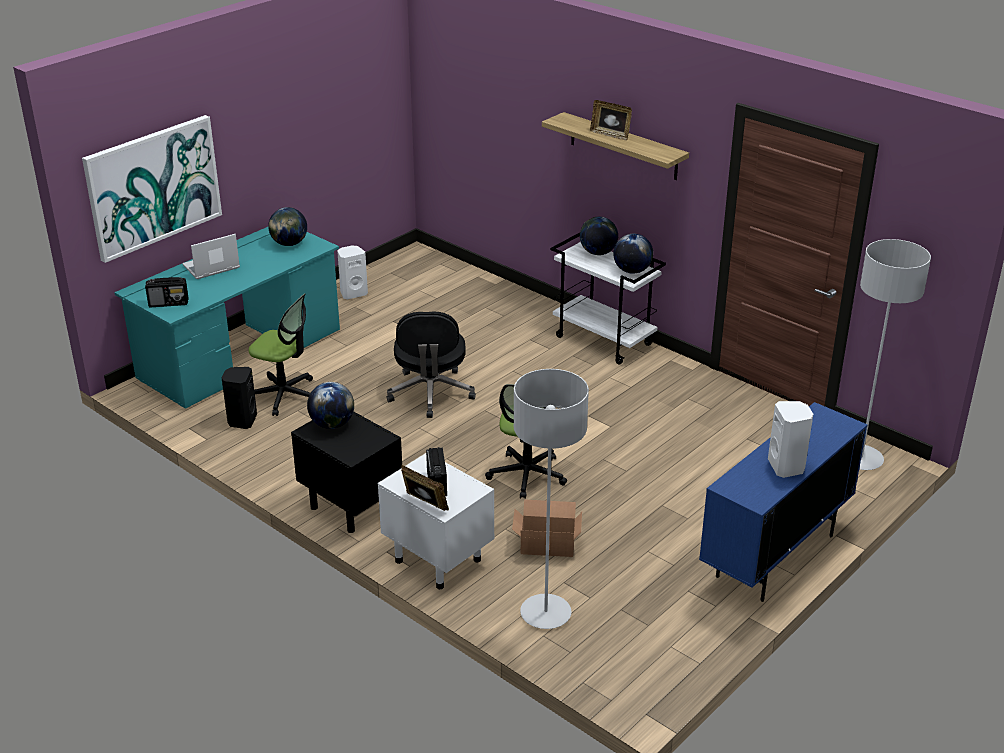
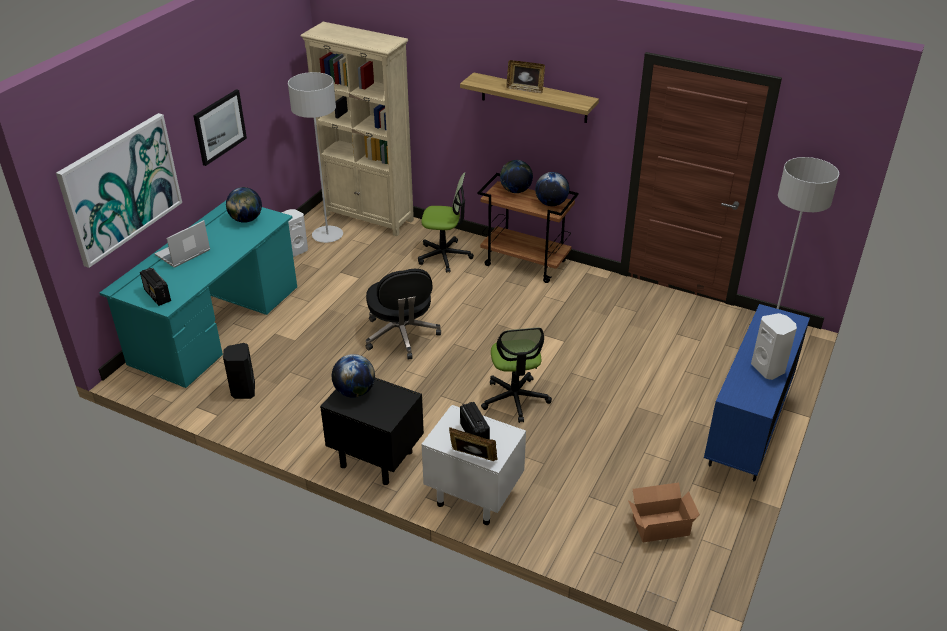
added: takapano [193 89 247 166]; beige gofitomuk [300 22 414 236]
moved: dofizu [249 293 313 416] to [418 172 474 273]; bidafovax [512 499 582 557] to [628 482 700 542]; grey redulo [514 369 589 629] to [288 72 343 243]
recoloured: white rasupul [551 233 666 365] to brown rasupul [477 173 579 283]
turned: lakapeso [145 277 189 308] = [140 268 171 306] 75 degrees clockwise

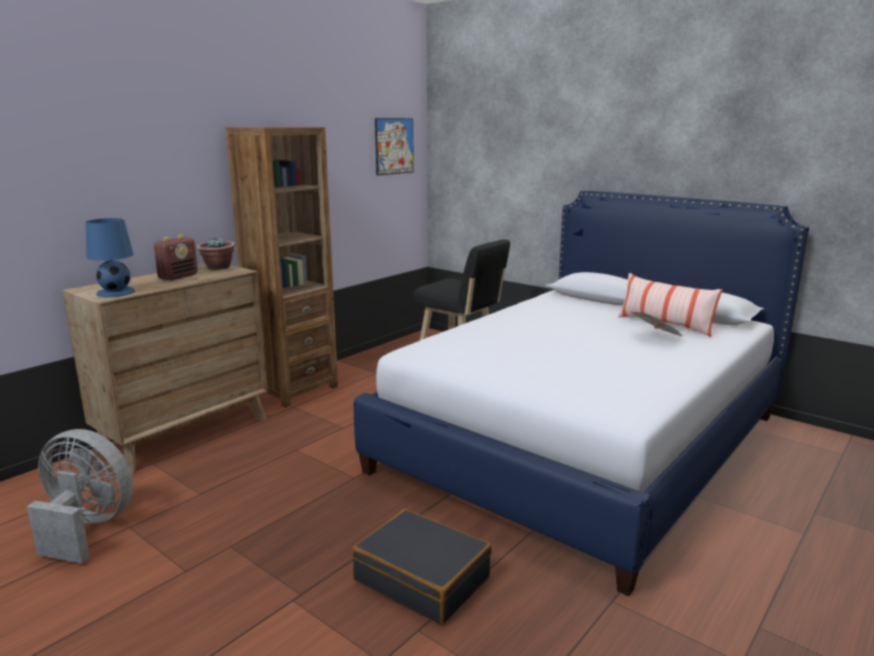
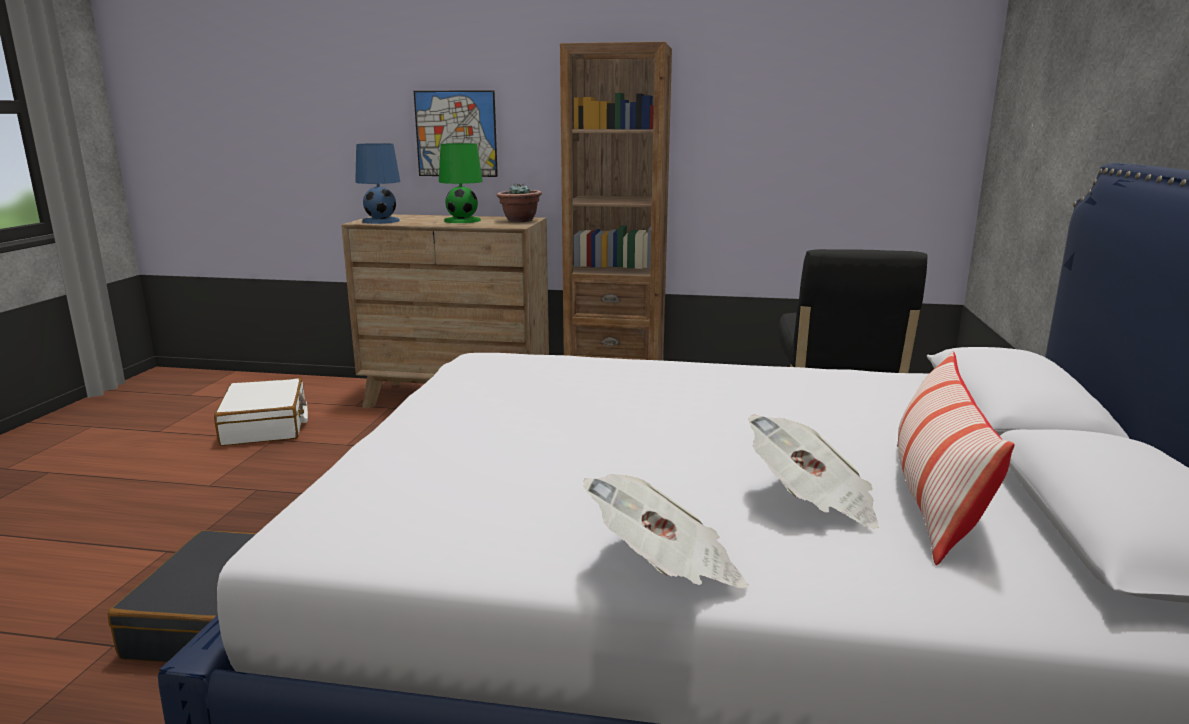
added: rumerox [583 474 749 588]
moved: takapano [375 118 414 176] to [414 90 498 177]
replaced: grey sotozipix [27 429 133 564] to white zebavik [214 378 308 446]; lakapeso [154 235 198 280] to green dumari [439 143 483 223]

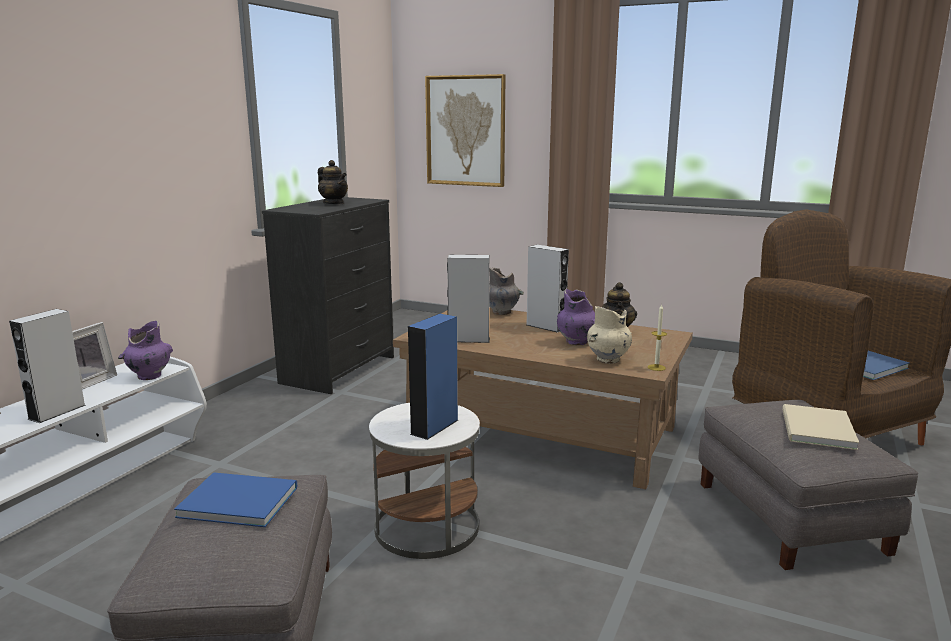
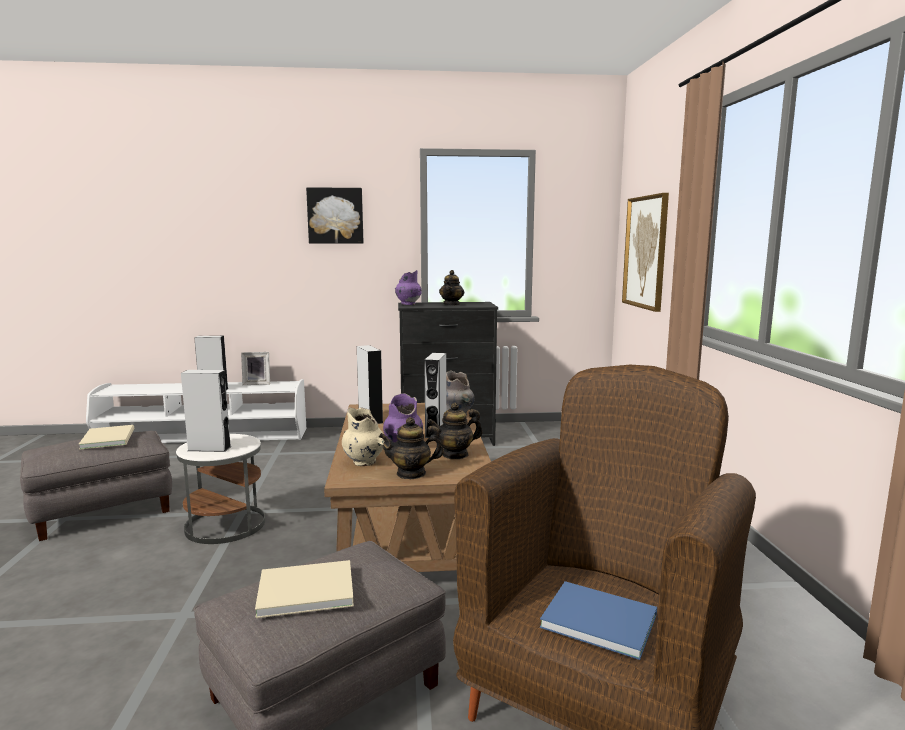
removed: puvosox [648 304 667 371]
added: takapano [306 187 363 243]; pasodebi [379 417 444 479]
moved: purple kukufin [118 321 173 380] to [395 270 422 305]
recoloured: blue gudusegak [174 472 297 527] to beige gudusegak [78 425 134 450]; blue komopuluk [408 314 458 440] to grey komopuluk [181 370 231 452]

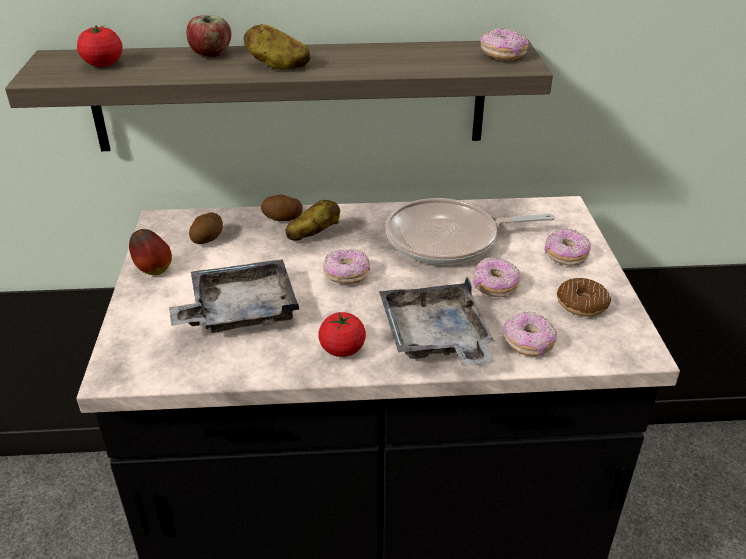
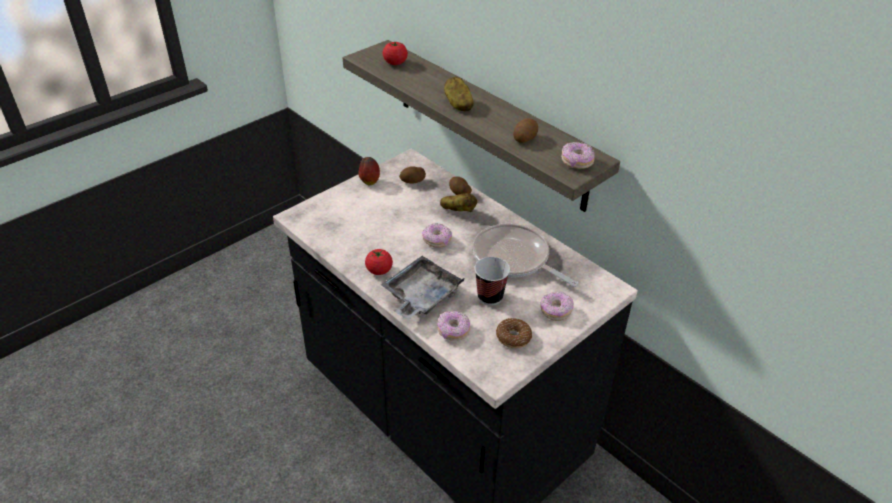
removed: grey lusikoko [169 259 299 333]; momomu [187 15 231 57]
added: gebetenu [513 118 538 143]
replaced: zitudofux [473 257 520 297] to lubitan [475 257 510 305]

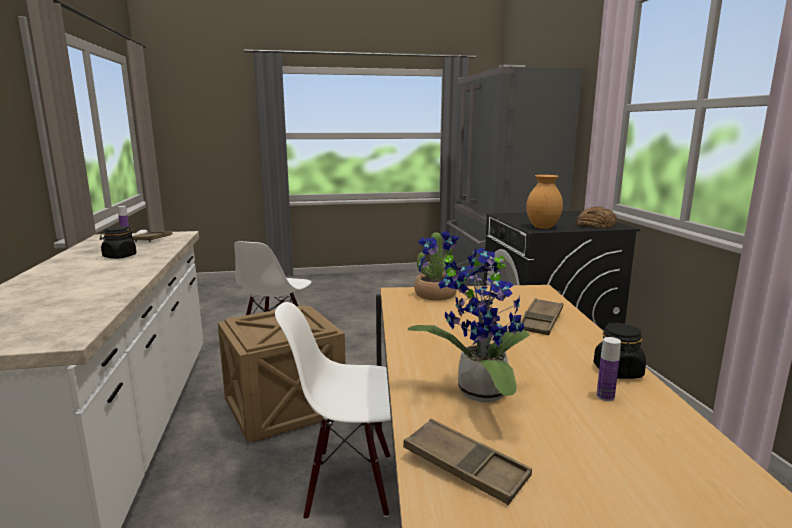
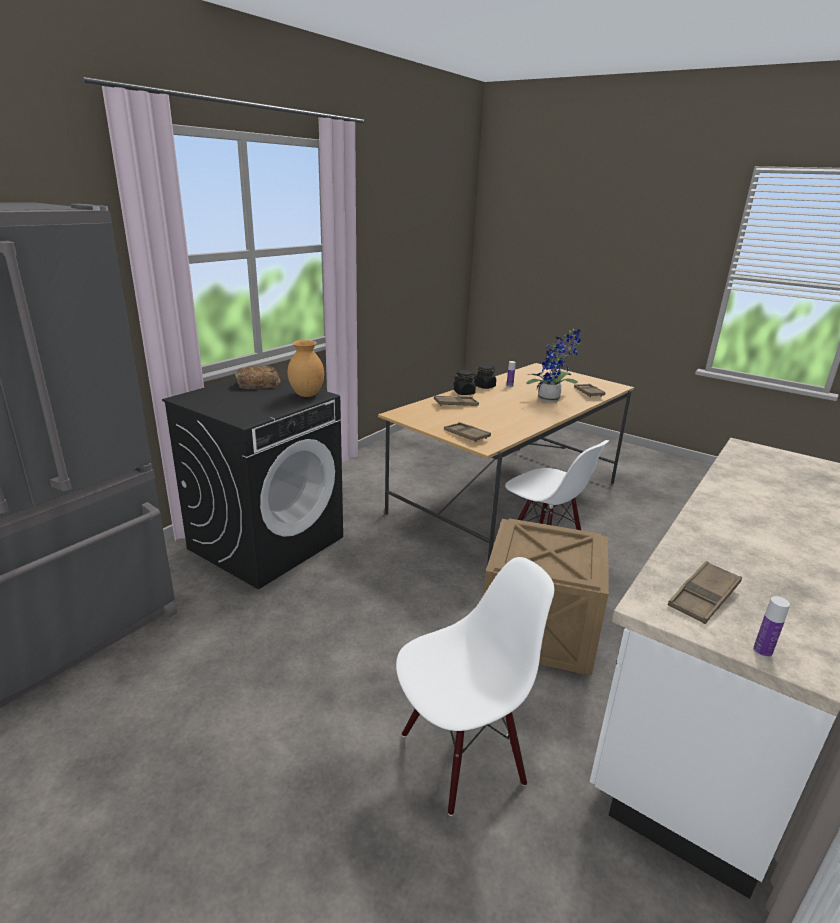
moved: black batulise [100 226 137 259] to [453 370 477 395]
replaced: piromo [414 233 457 301] to brown lusikoko [444 422 491 442]

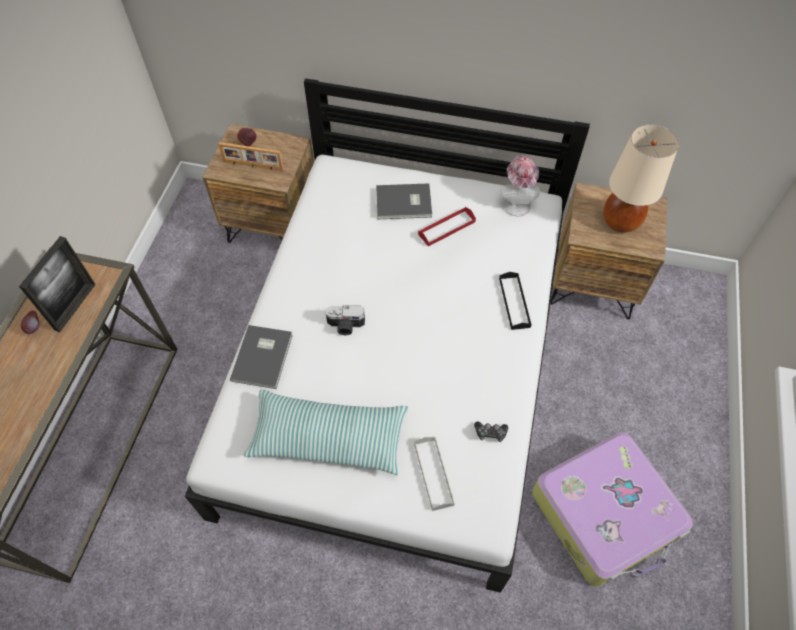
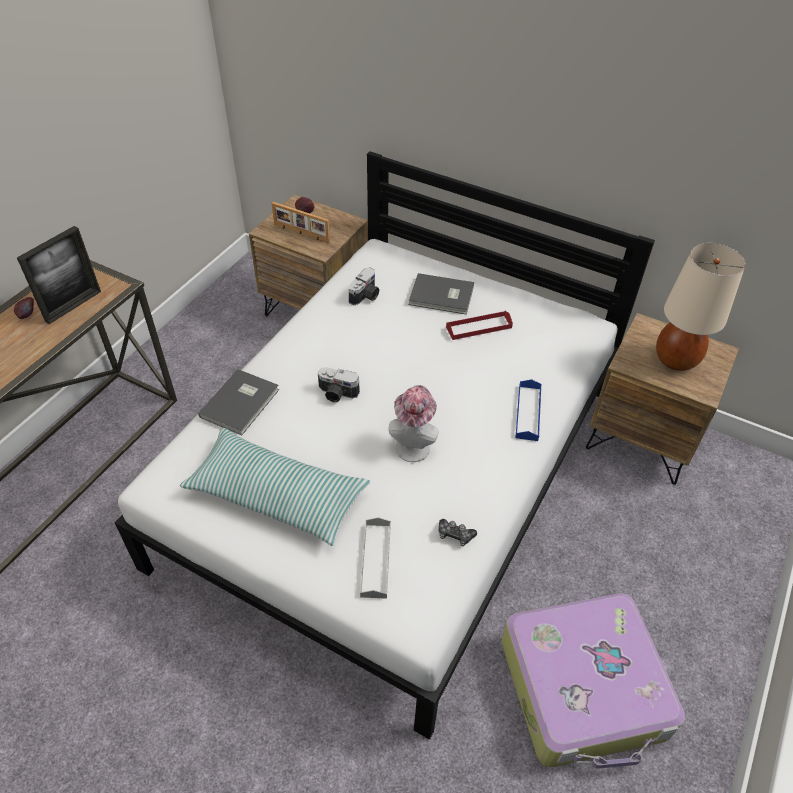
added: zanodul [349 267 380 305]
moved: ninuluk [501 155 540 217] to [388 385 439 462]
recoloured: black lusikoko [499 272 532 330] to blue lusikoko [515 379 542 441]

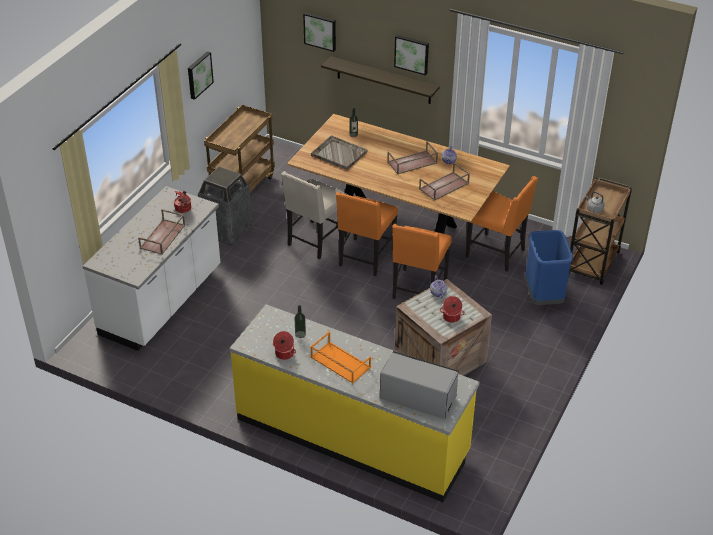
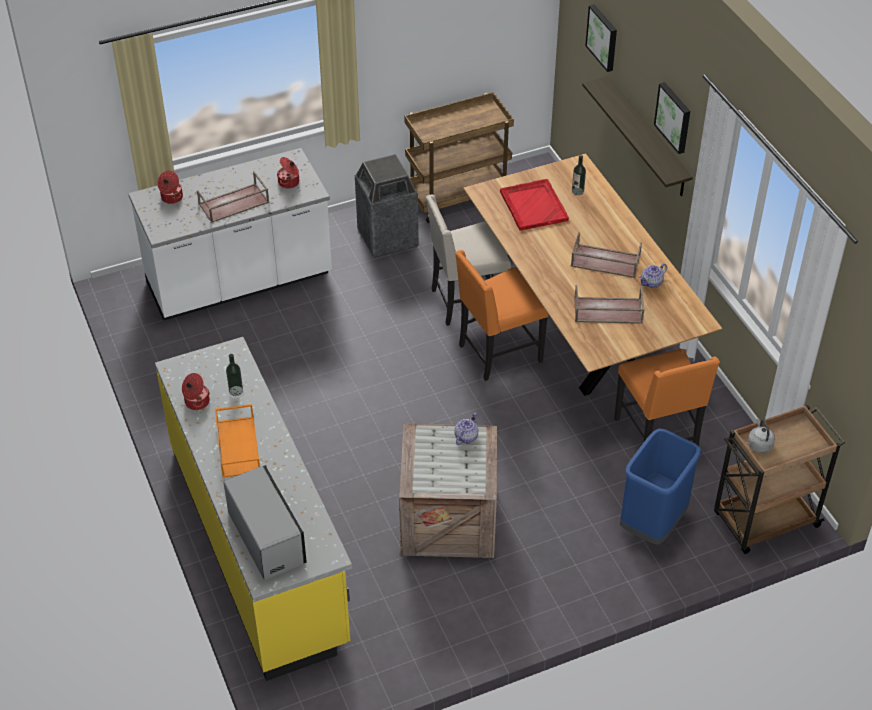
removed: takapano [188 51 214 100]; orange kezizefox [392 224 452 299]
moved: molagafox [440 296 465 323] to [157 171 183 204]
recoloured: grey lusikoko [311 135 367 170] to red lusikoko [500 179 569 231]

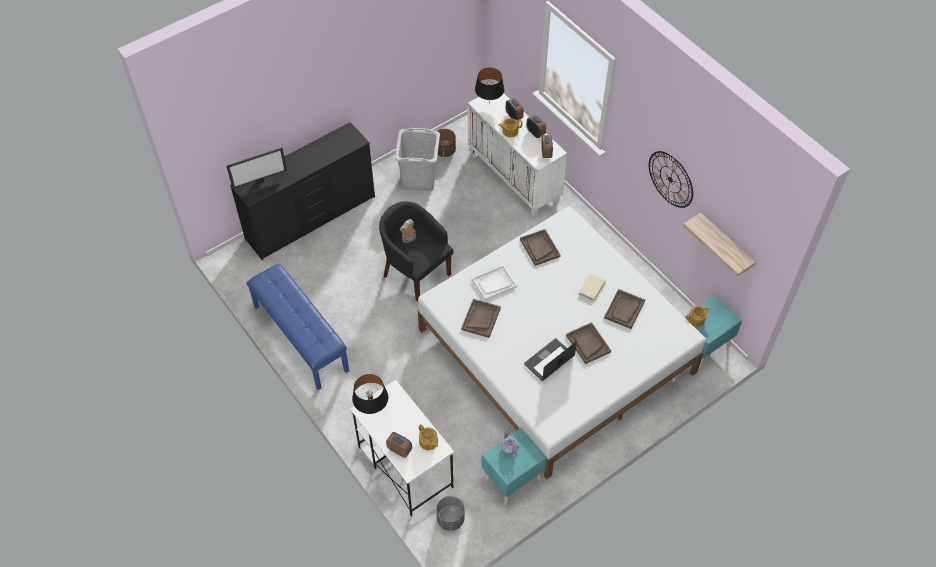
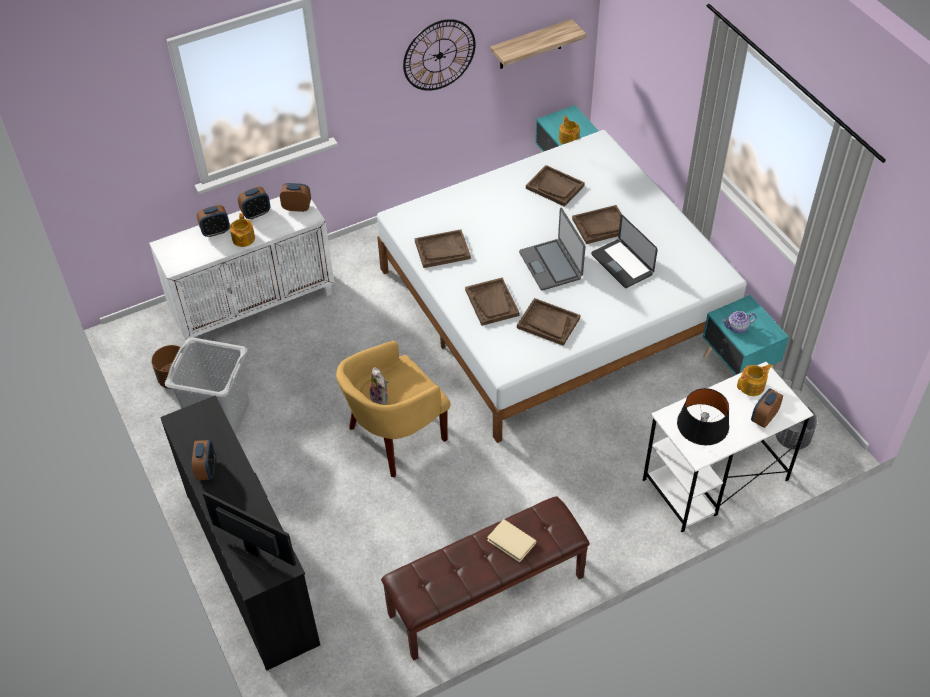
removed: black dumari [475 68 504 103]
added: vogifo [192 440 215 480]; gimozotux [519 208 585 291]
moved: beige gudusegak [579 274 606 301] to [487 519 536 562]
recoloured: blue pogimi [246 264 349 390] to brown pogimi [381 496 590 661]; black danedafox [379 201 454 301] to yellow danedafox [336 341 450 477]; white lusikoko [472 265 517 301] to brown lusikoko [465 278 520 326]
turned: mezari [226 148 287 193] = [202 491 296 570] 45 degrees counterclockwise

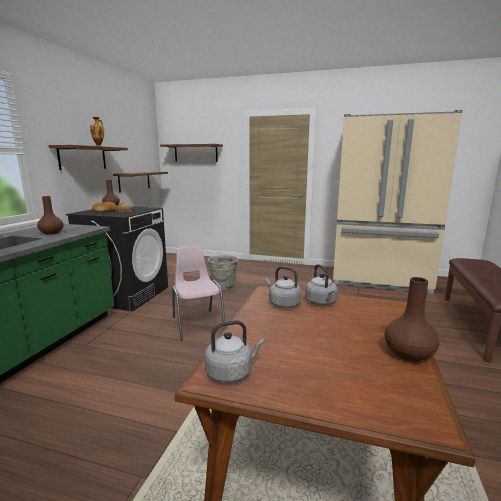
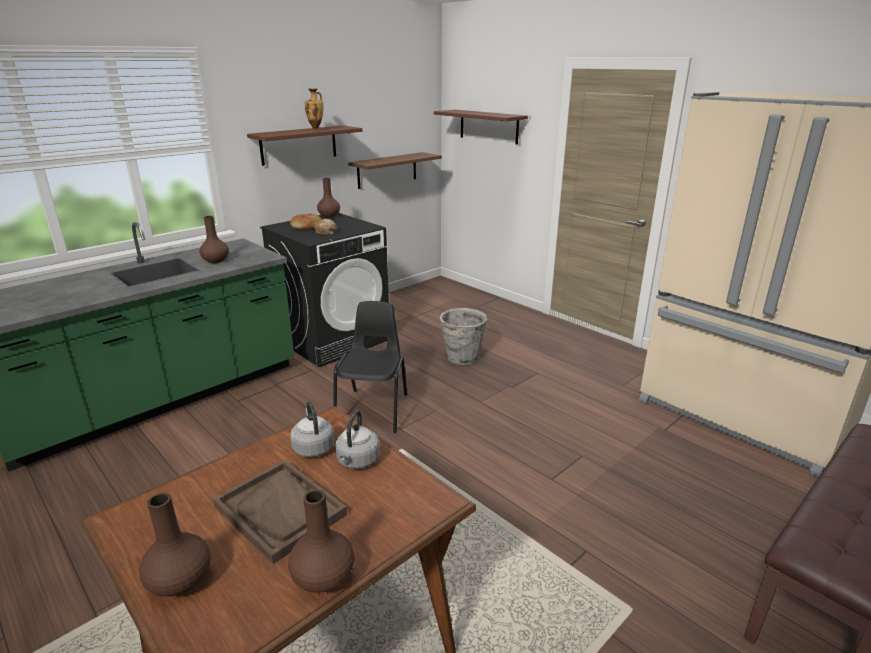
removed: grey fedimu [204 320 265 383]
added: brown kukufin [139 493 211 596]; brown lusikoko [213 459 347 564]
recoloured: pink kezizefox [172 246 226 340] to black kezizefox [333 301 407 433]

